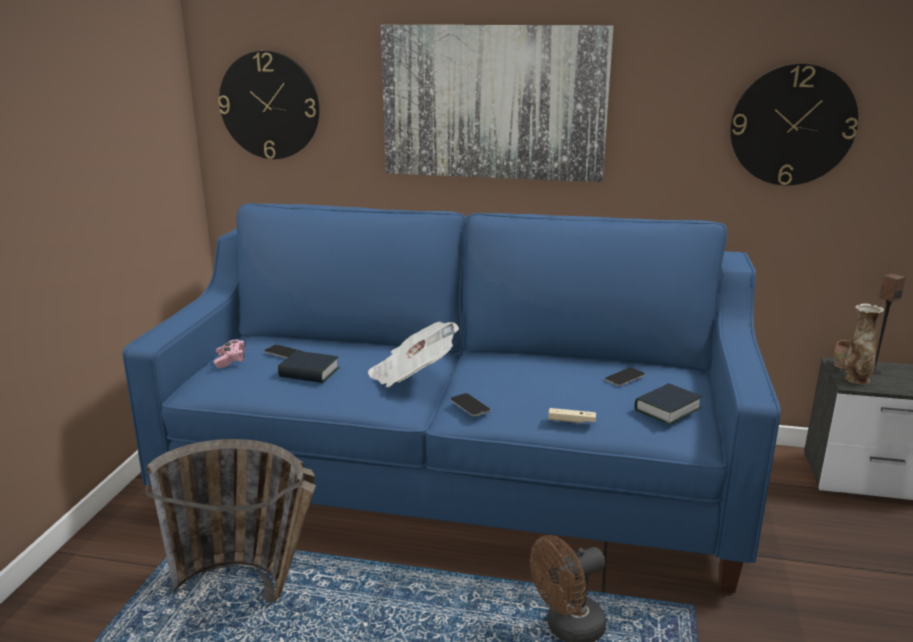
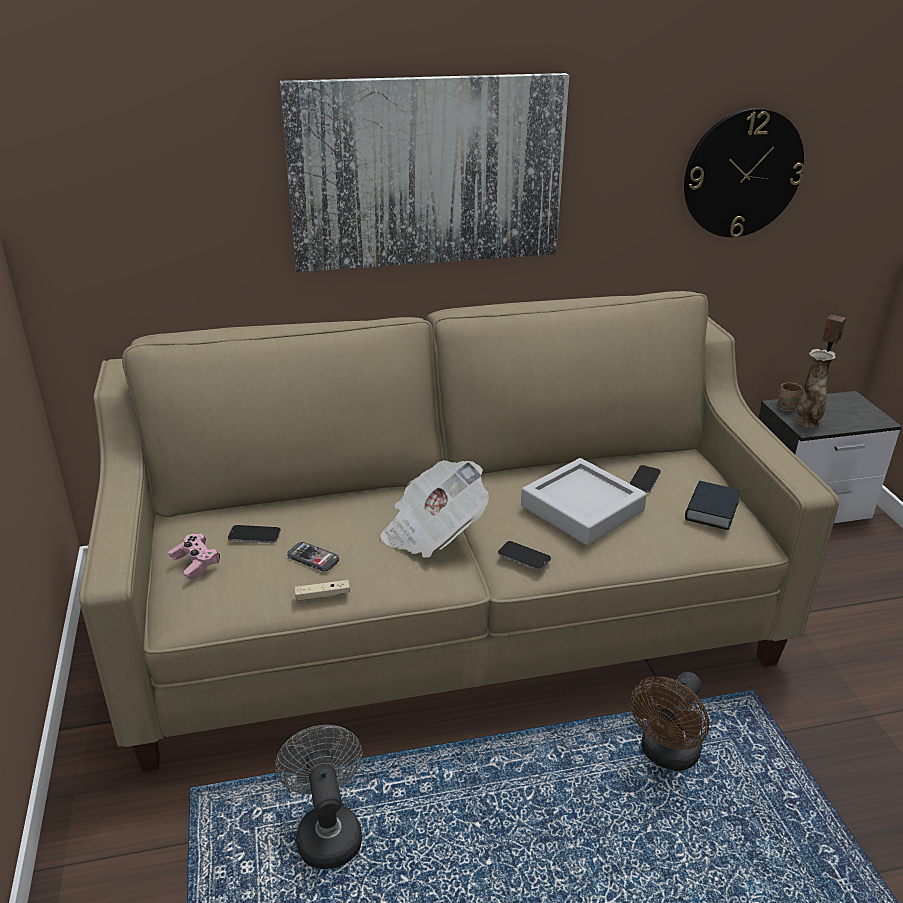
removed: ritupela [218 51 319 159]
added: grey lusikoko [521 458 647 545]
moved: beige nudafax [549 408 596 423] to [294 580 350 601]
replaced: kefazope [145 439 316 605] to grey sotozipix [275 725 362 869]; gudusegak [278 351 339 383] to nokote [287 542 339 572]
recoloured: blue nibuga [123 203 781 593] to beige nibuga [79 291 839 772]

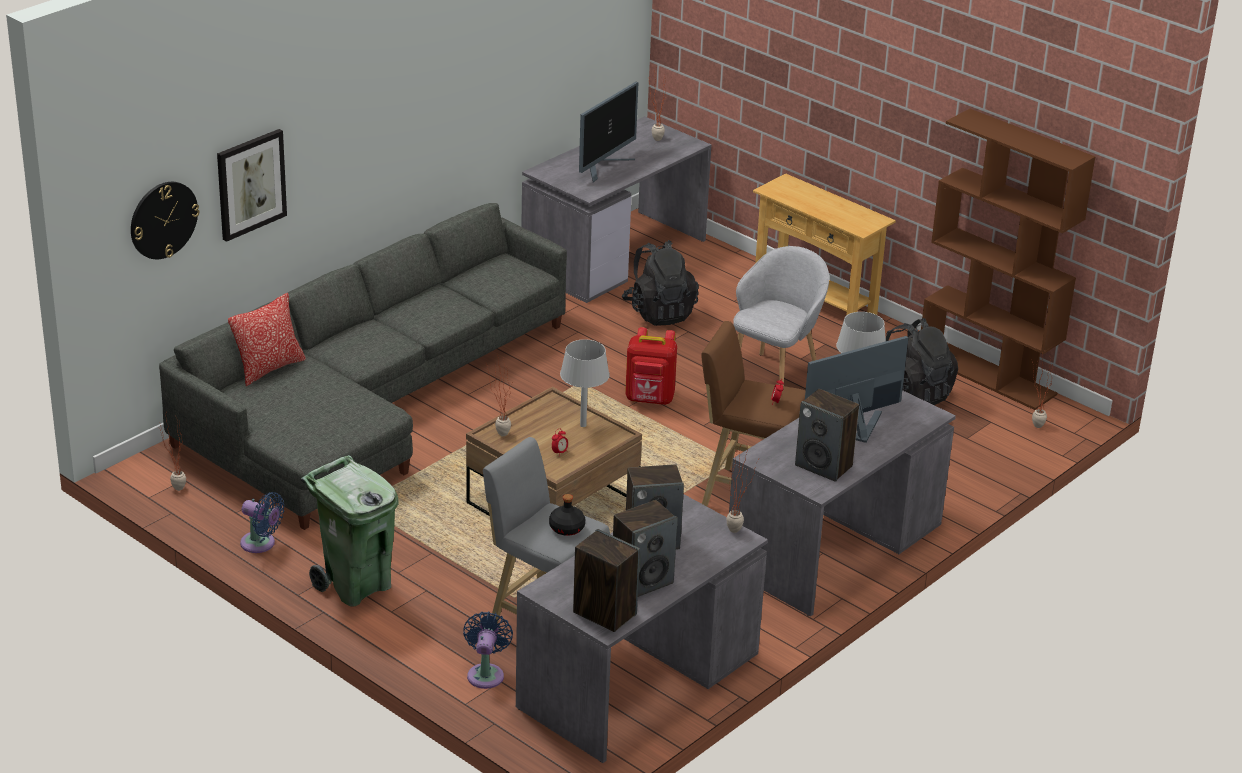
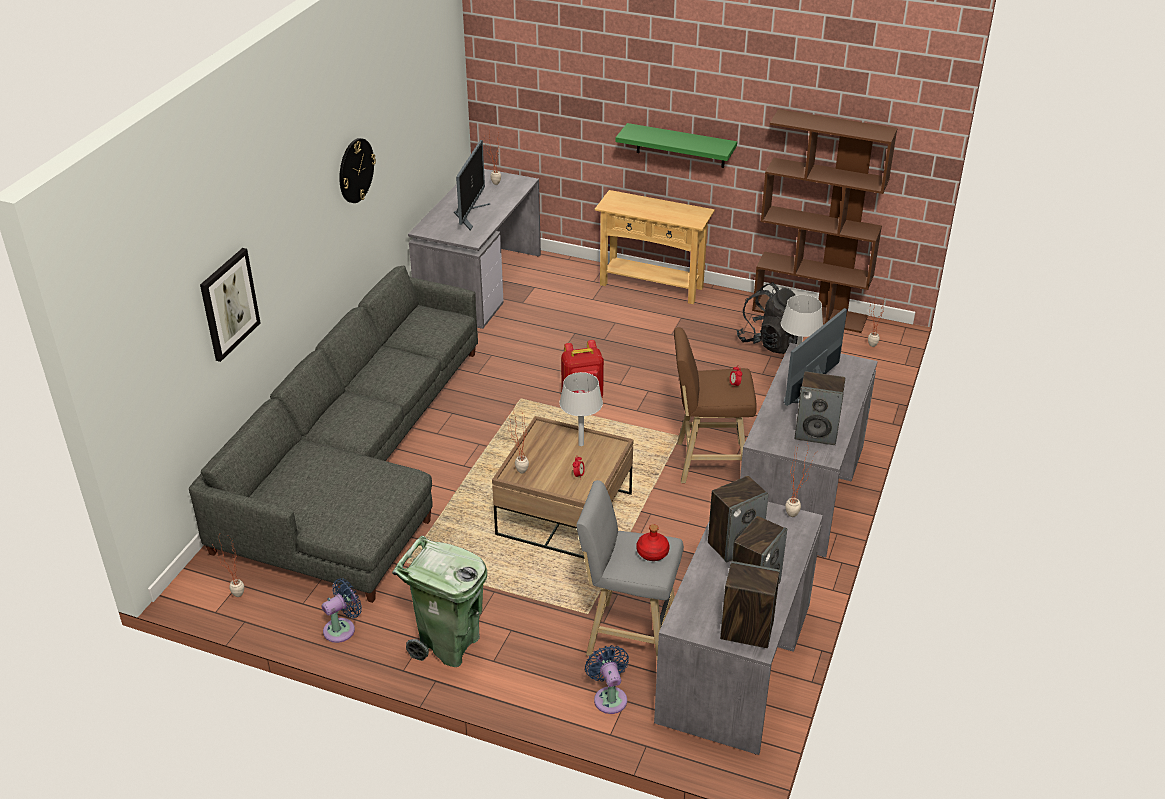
removed: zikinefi [228 293 306 386]; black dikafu [622 240 699 326]; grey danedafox [733 246 829 386]
added: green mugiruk [615 123 737 168]
moved: ritupela [131 182 199 259] to [339 138 376 203]
recoloured: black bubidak [549 494 585 536] to red bubidak [637 524 670 561]
turned: blue sotozipix [240 492 284 553] = [322 578 362 643] 45 degrees counterclockwise

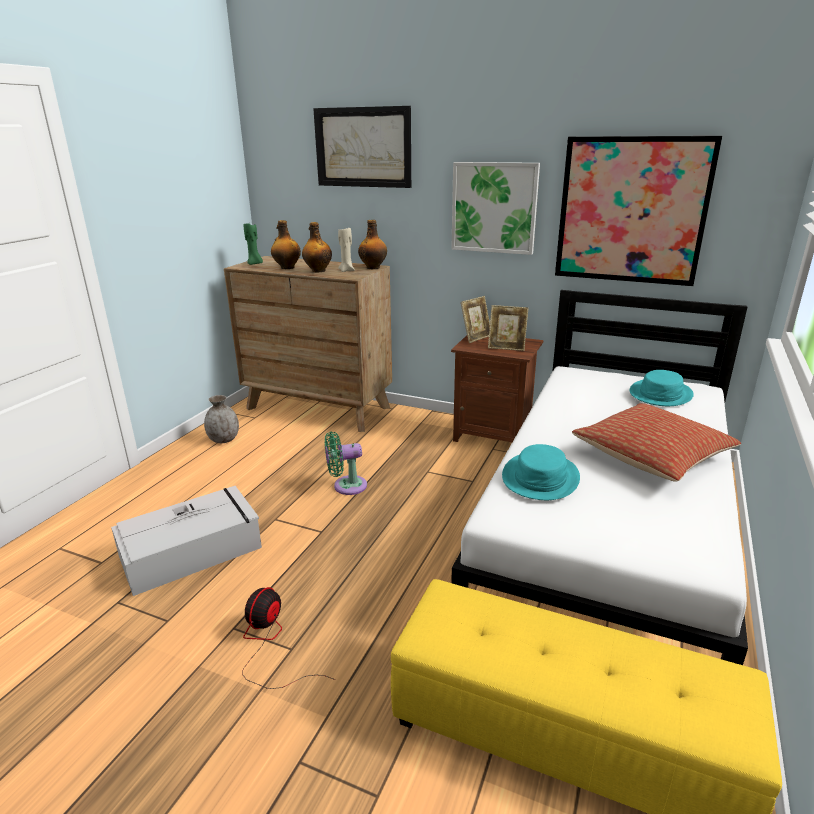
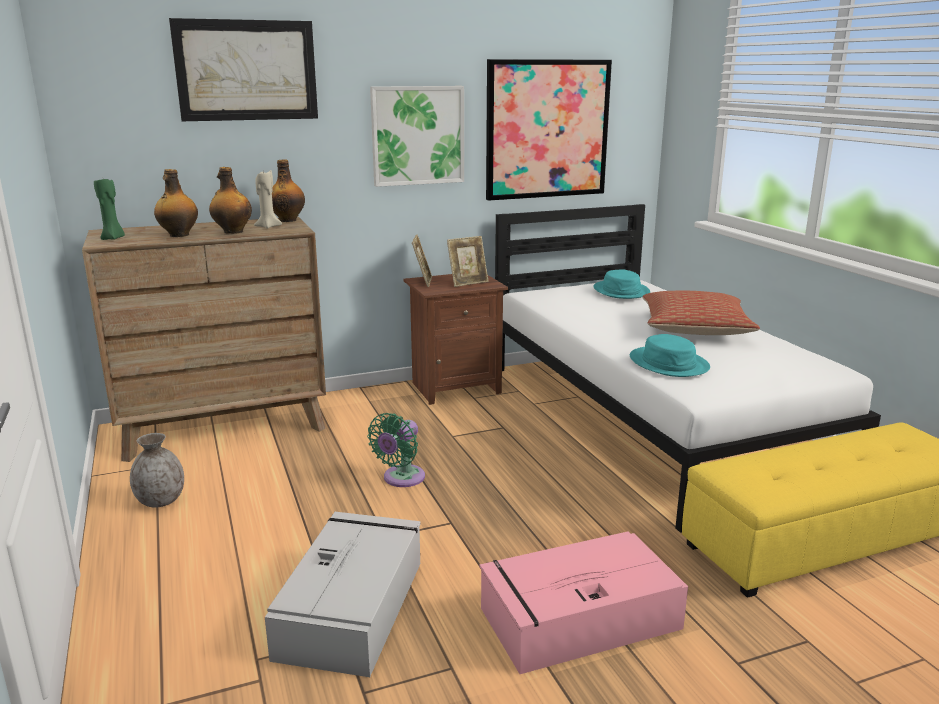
replaced: sotozipix [242 587 335 689] to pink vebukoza [479 532 688 674]

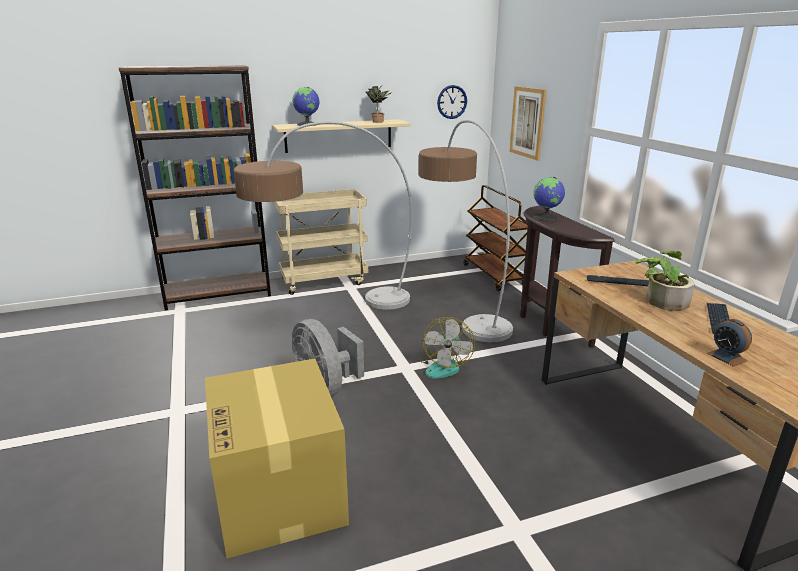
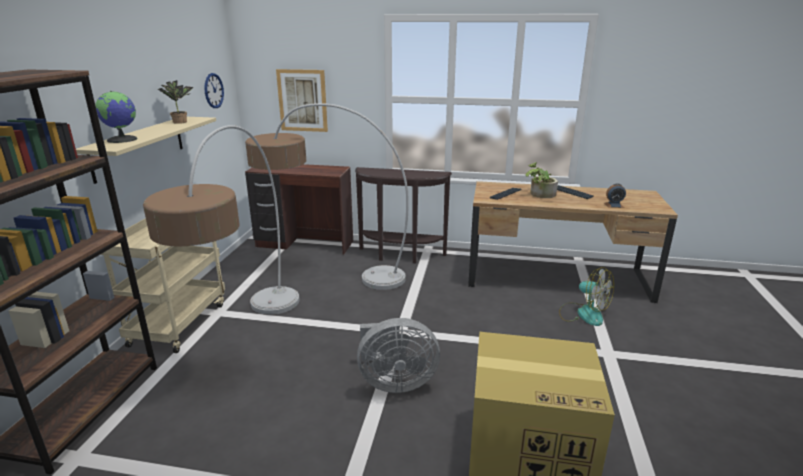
removed: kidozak [533 177 565 221]
moved: sotozipix [418 317 475 378] to [559 267 614 326]
replaced: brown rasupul [464 185 528 291] to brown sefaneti [245 164 353 255]

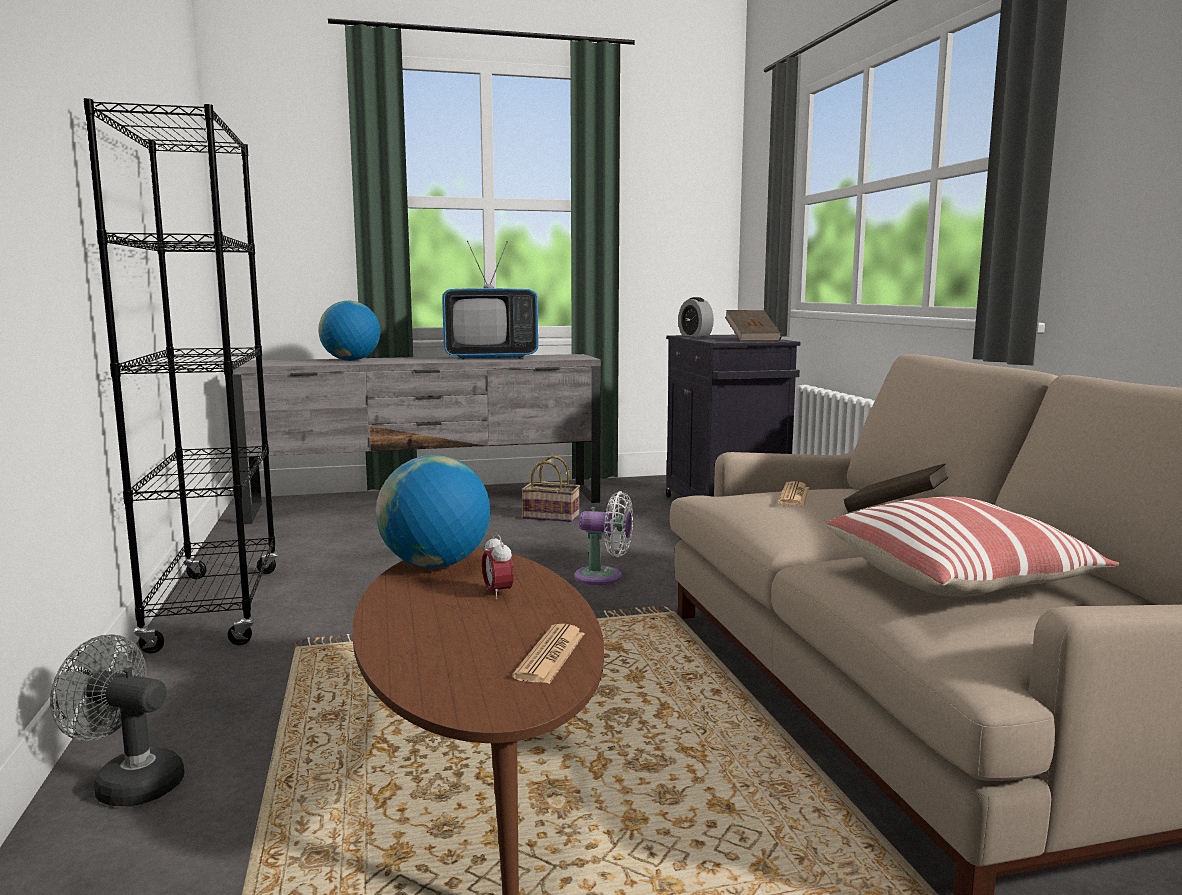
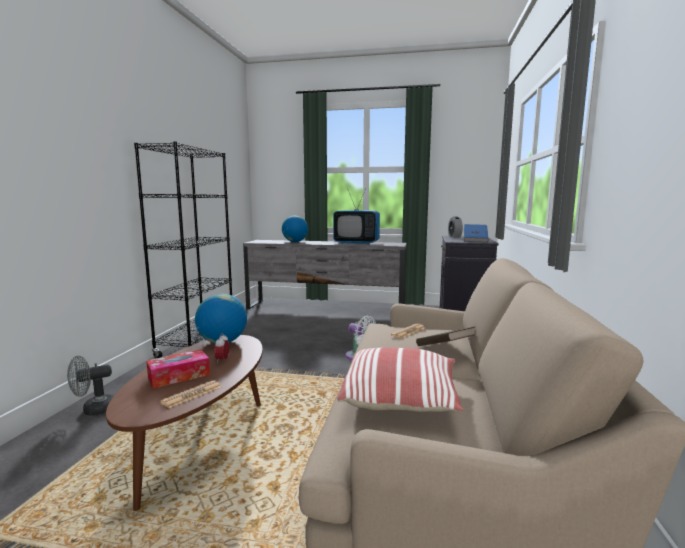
removed: kefazope [521 456 580 522]
added: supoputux [146 350 210 388]
recoloured: brown gudusegak [725 310 782 341] to blue gudusegak [464 224 489 242]
turned: grey sotozipix [50 634 184 806] = [67 356 114 415] 75 degrees counterclockwise

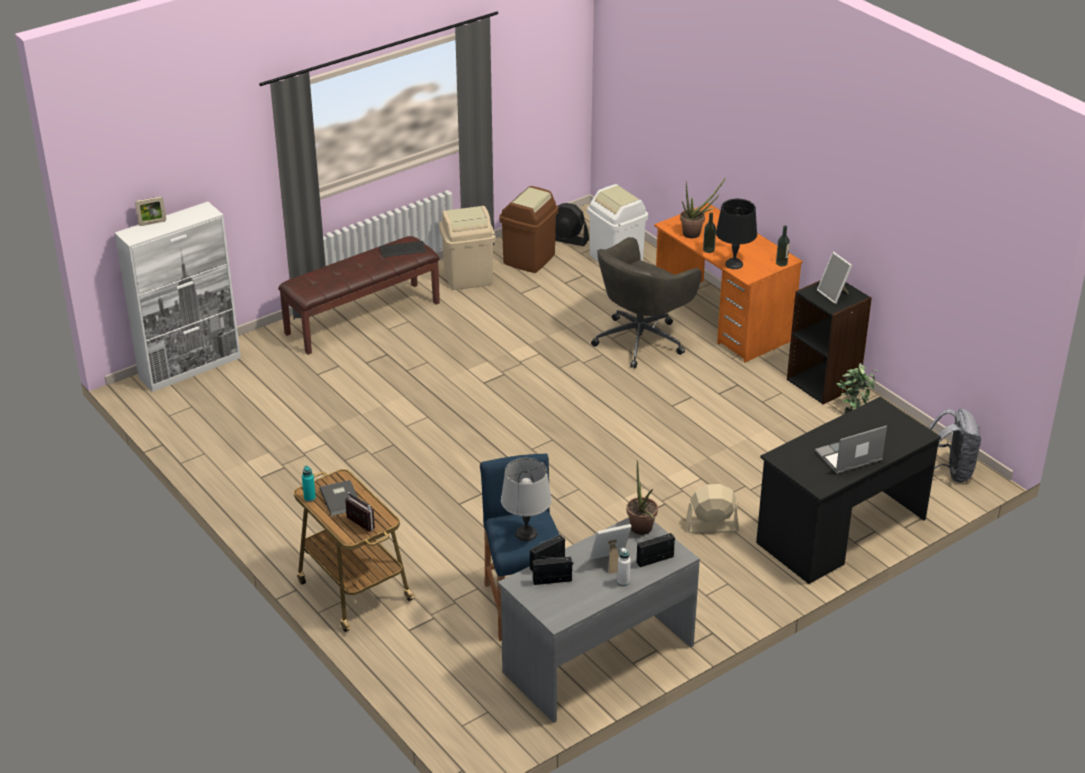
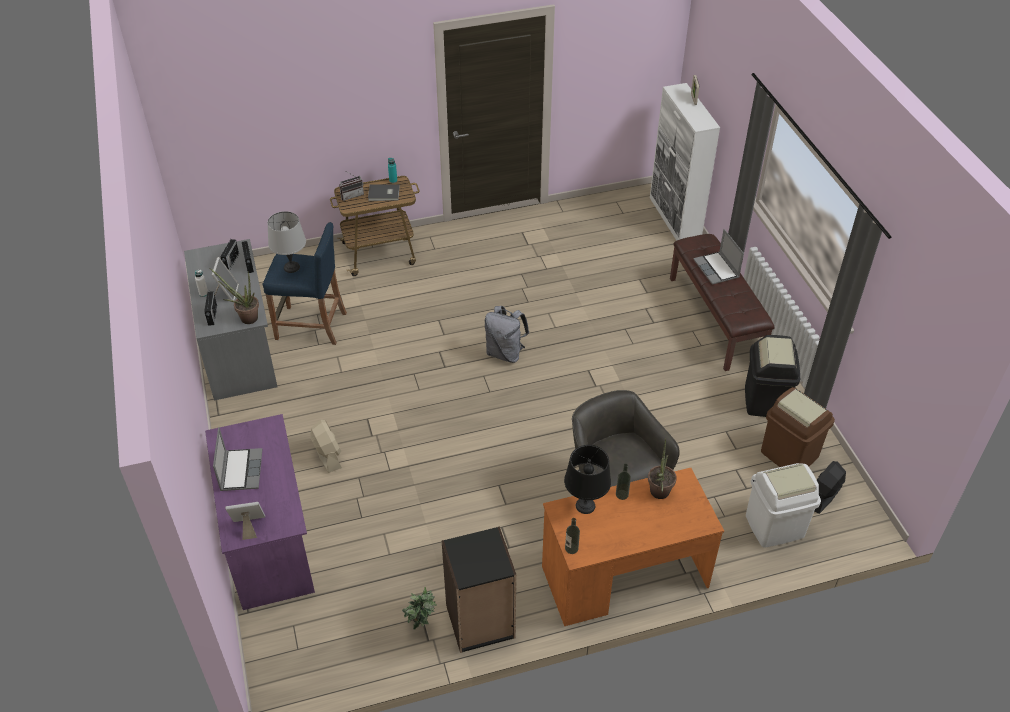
removed: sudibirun [379 241 425 257]
added: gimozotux [693 229 744 285]
moved: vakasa [817 252 852 304] to [225 502 265 540]; grey dikafu [929 408 981 483] to [485 306 529 363]
recoloured: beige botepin [439 206 496 290] to black botepin [745 335 800 417]; black sefaneti [756 397 941 584] to purple sefaneti [205 414 315 610]
turned: beige sotozipix [686 484 739 533] = [310 420 342 473] 45 degrees counterclockwise

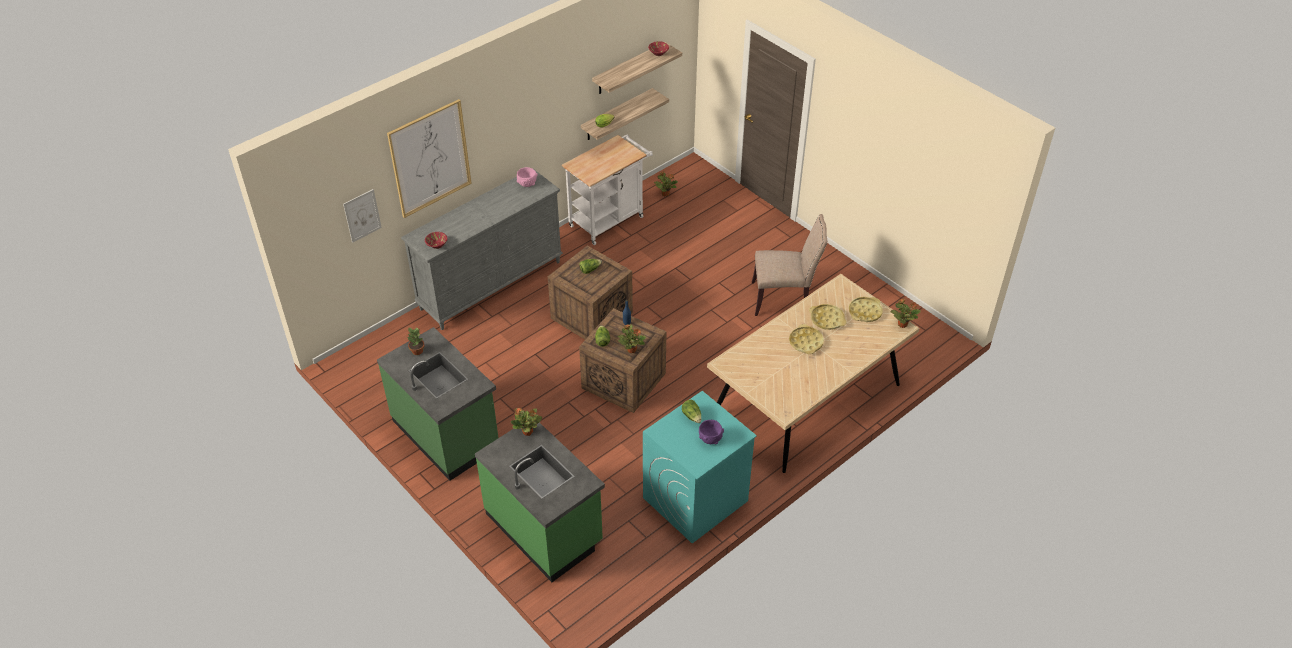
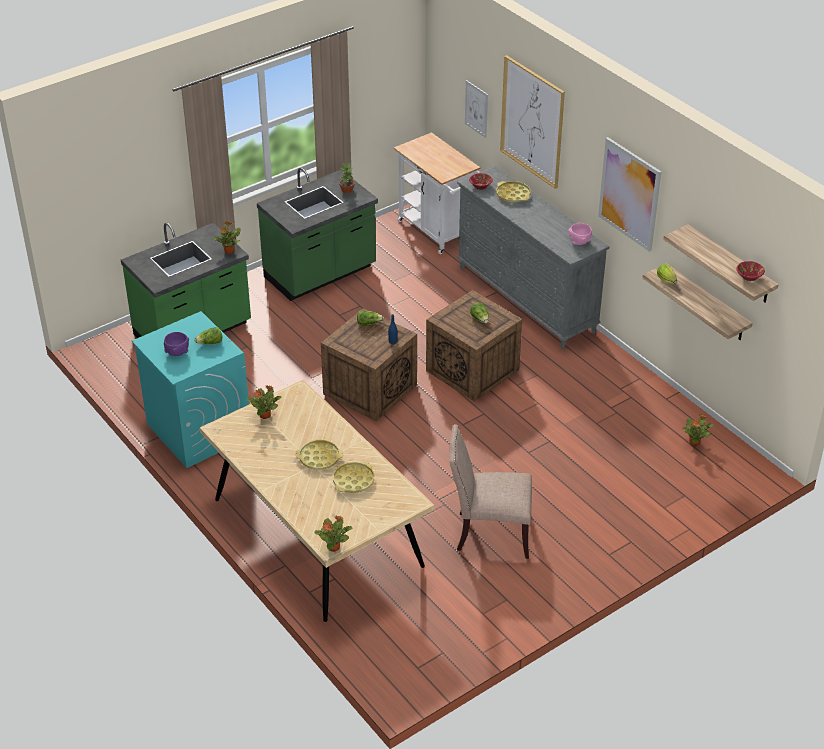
added: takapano [598 137 661 252]
moved: white rasupul [562 134 653 245] to [394 132 480 254]; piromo [618 324 646 353] to [247 385 282 419]; yellow lusikoko [849 297 883 322] to [496 181 531 202]
turned: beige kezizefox [752 214 828 316] = [449 424 532 559] 90 degrees clockwise

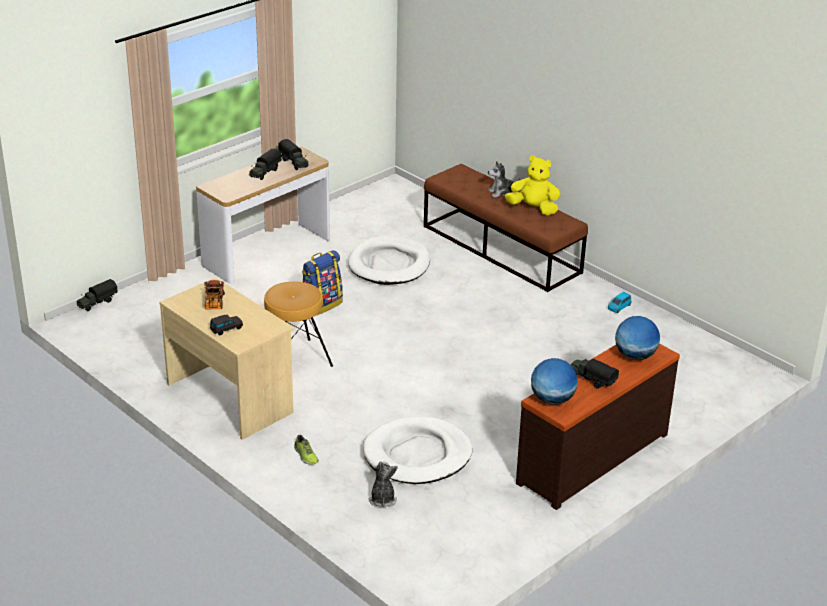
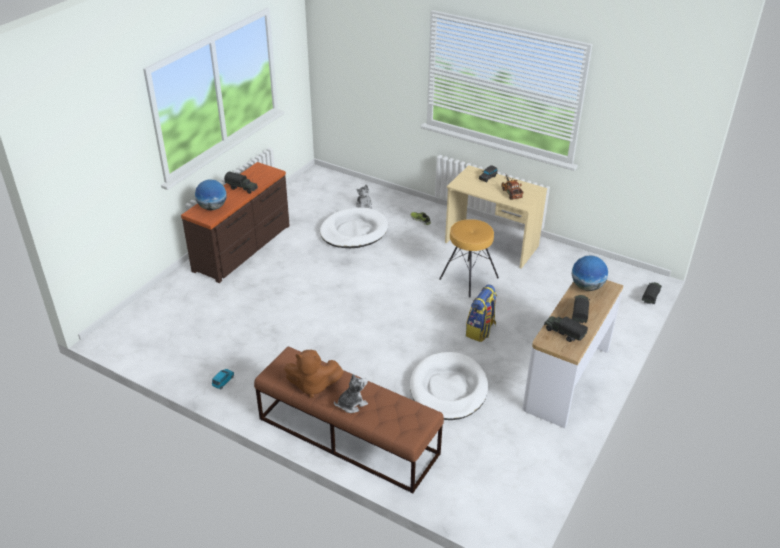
moved: kidozak [531 358 578 405] to [572 255 608 291]
recoloured: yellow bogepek [505 155 561 215] to brown bogepek [284 350 344 398]

